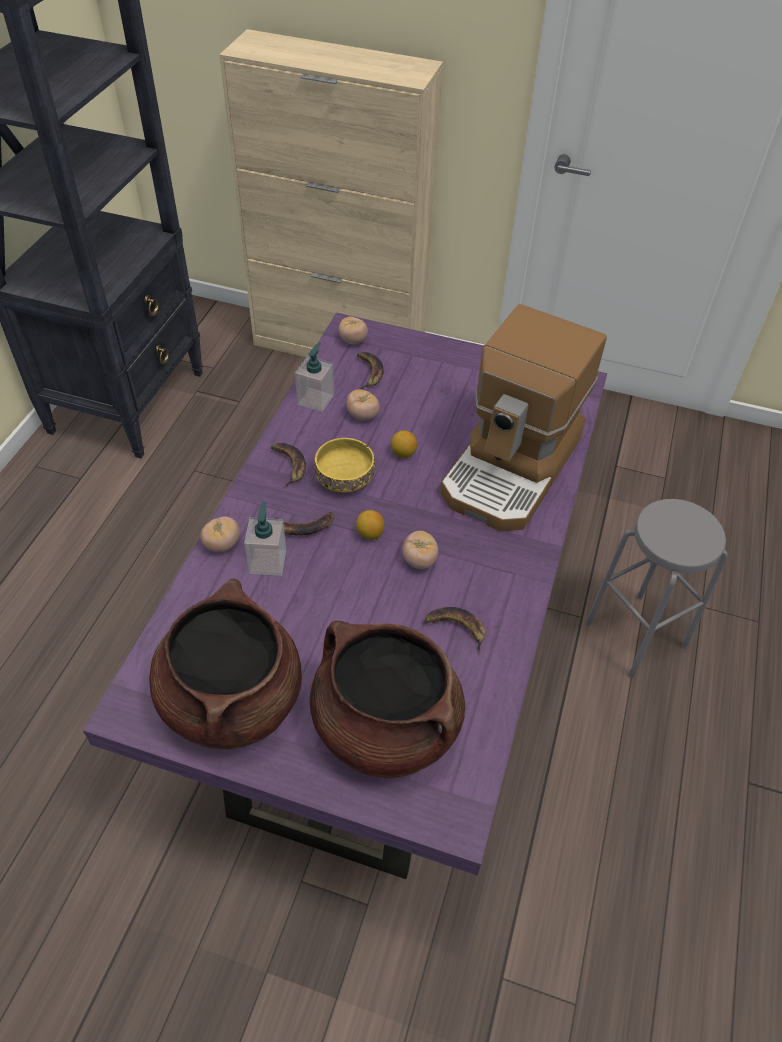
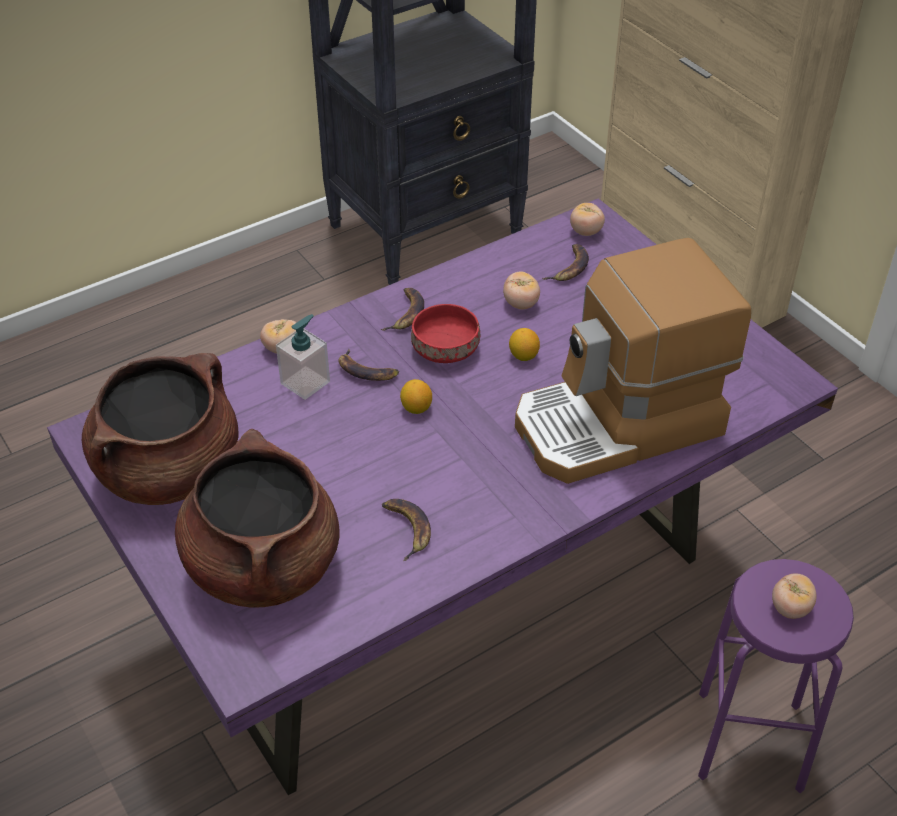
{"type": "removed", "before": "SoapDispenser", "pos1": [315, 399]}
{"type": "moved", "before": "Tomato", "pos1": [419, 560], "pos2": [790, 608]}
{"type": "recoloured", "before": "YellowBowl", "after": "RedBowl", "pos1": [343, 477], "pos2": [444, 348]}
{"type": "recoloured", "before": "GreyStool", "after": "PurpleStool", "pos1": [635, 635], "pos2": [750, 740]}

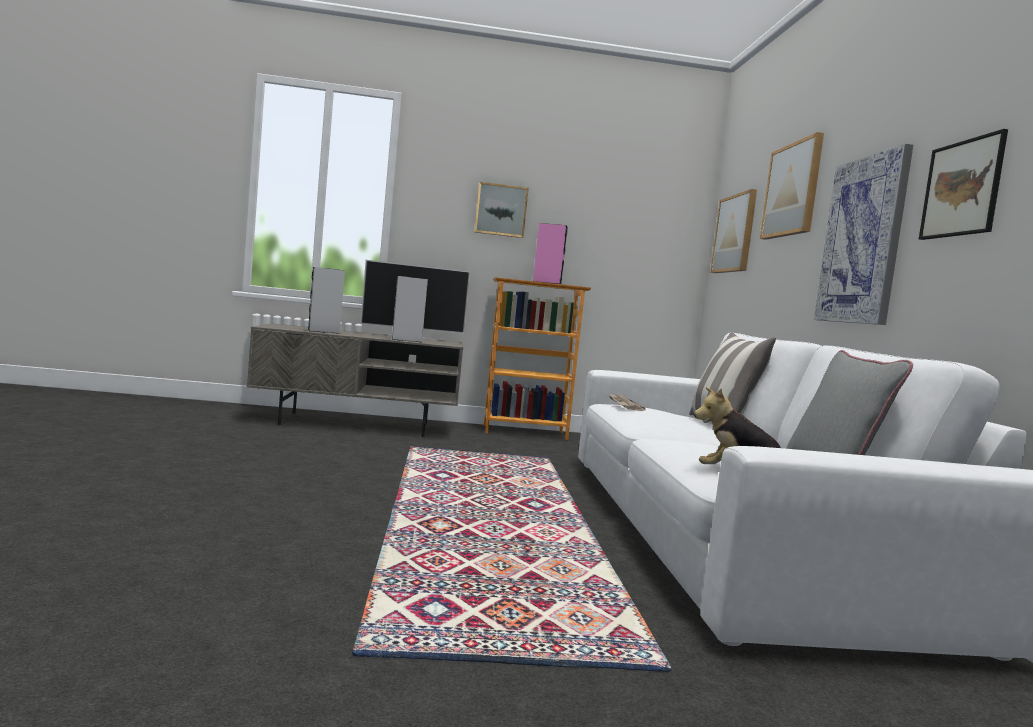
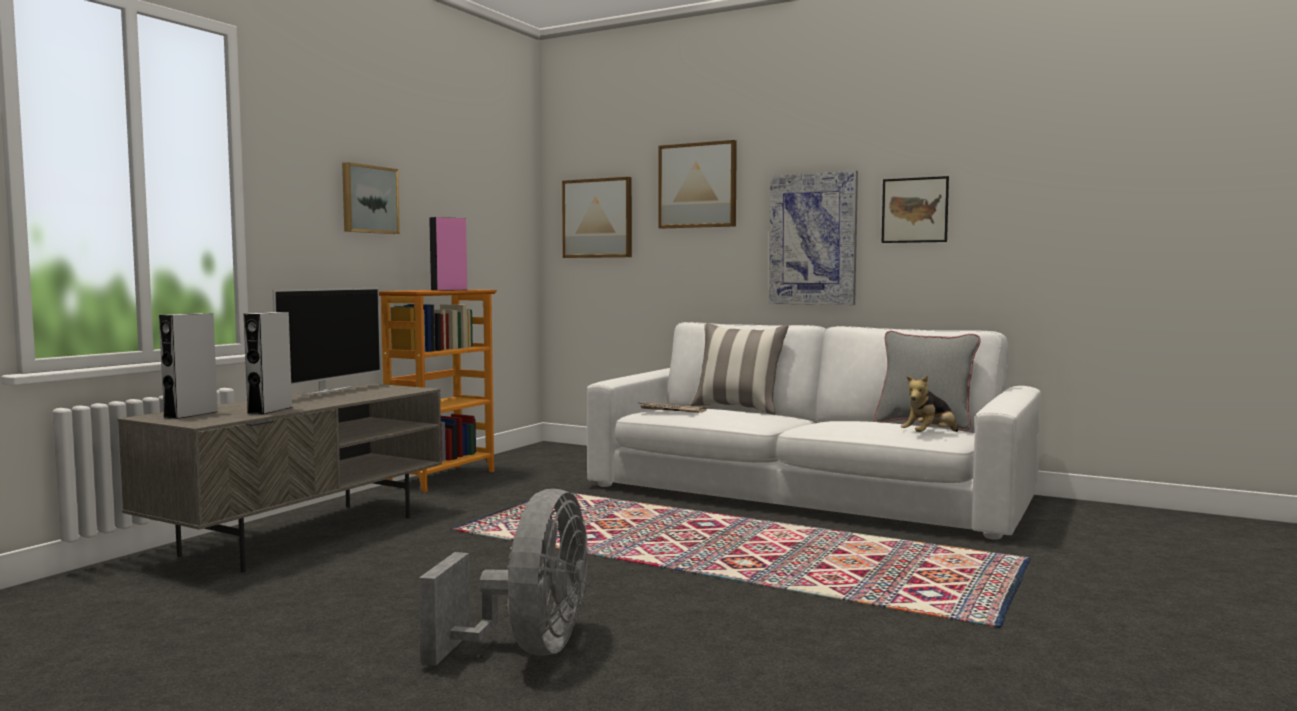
{"type": "added", "after": "GreyFan", "pos2": [528, 649]}
{"type": "moved", "before": "GreySpeaker", "pos1": [407, 340], "pos2": [191, 414]}

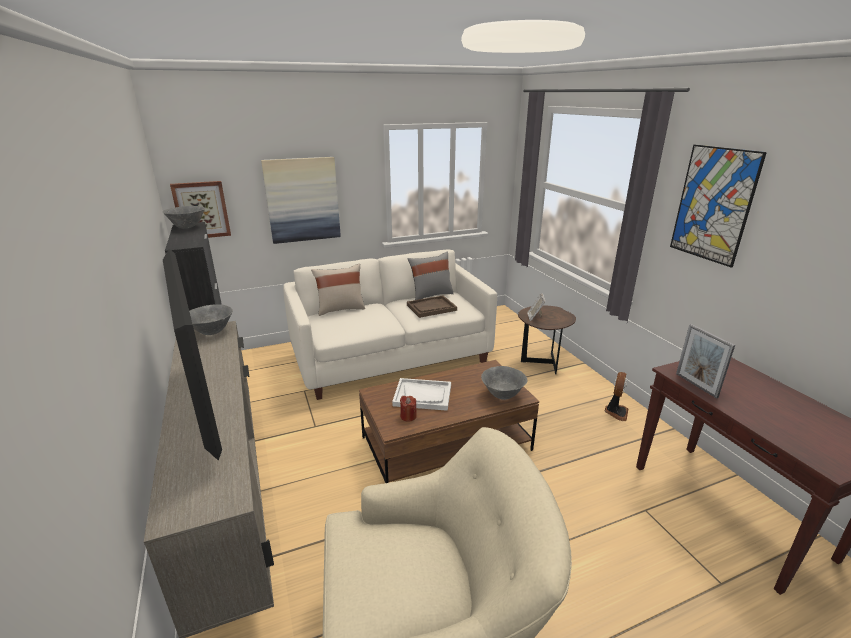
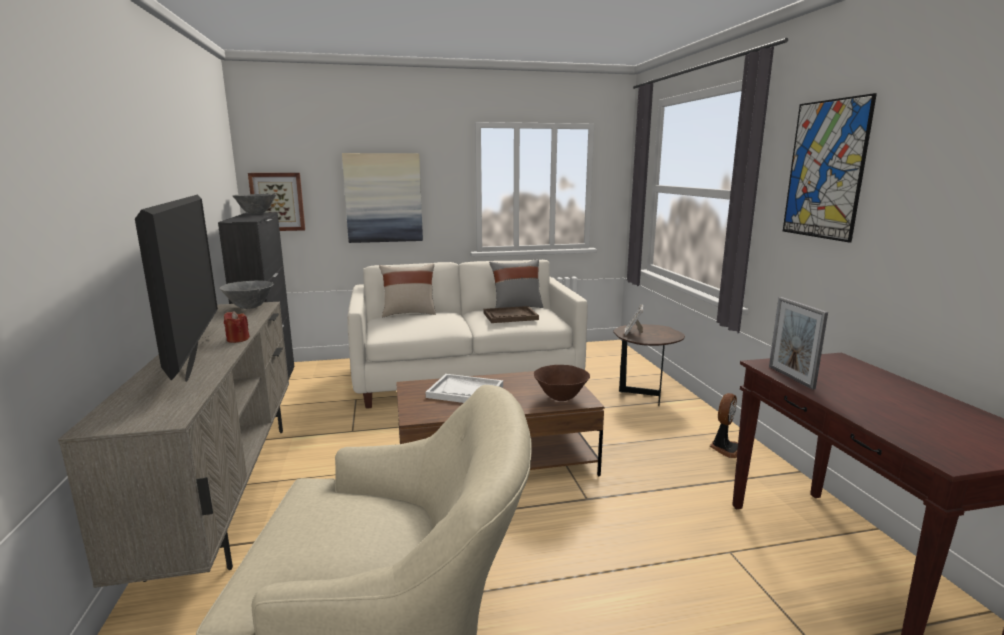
{"type": "moved", "before": "RedCandle", "pos1": [408, 416], "pos2": [237, 339]}
{"type": "recoloured", "before": "GreyBowl", "after": "BrownBowl", "pos1": [502, 395], "pos2": [561, 398]}

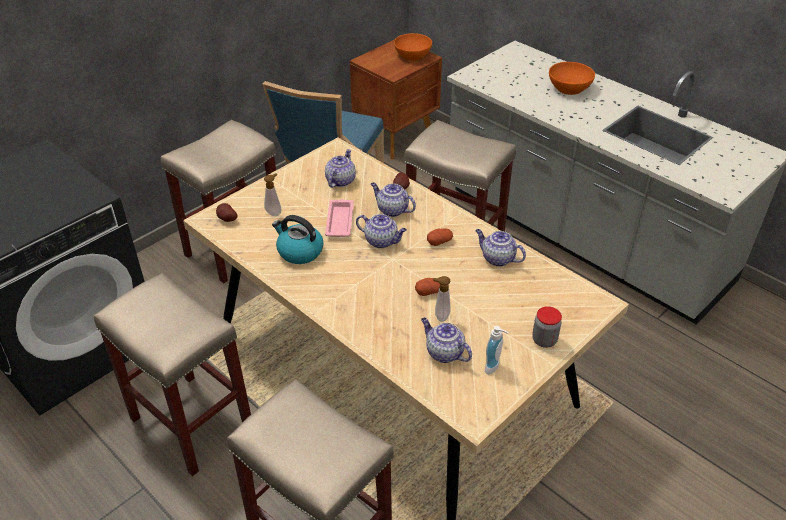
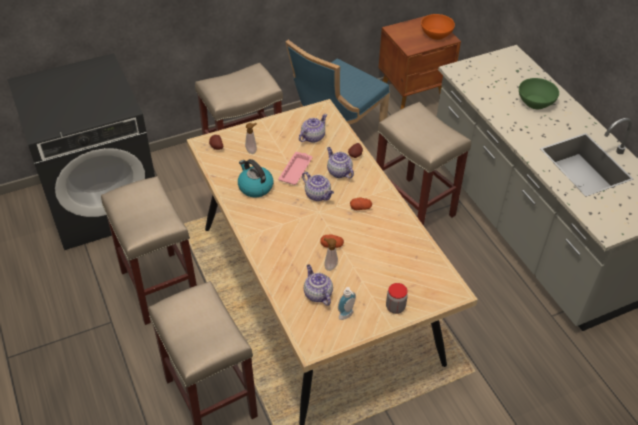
{"type": "removed", "before": "Teapot", "pos1": [497, 258]}
{"type": "recoloured", "before": "OrangeBowl", "after": "GreenBowl", "pos1": [569, 88], "pos2": [535, 102]}

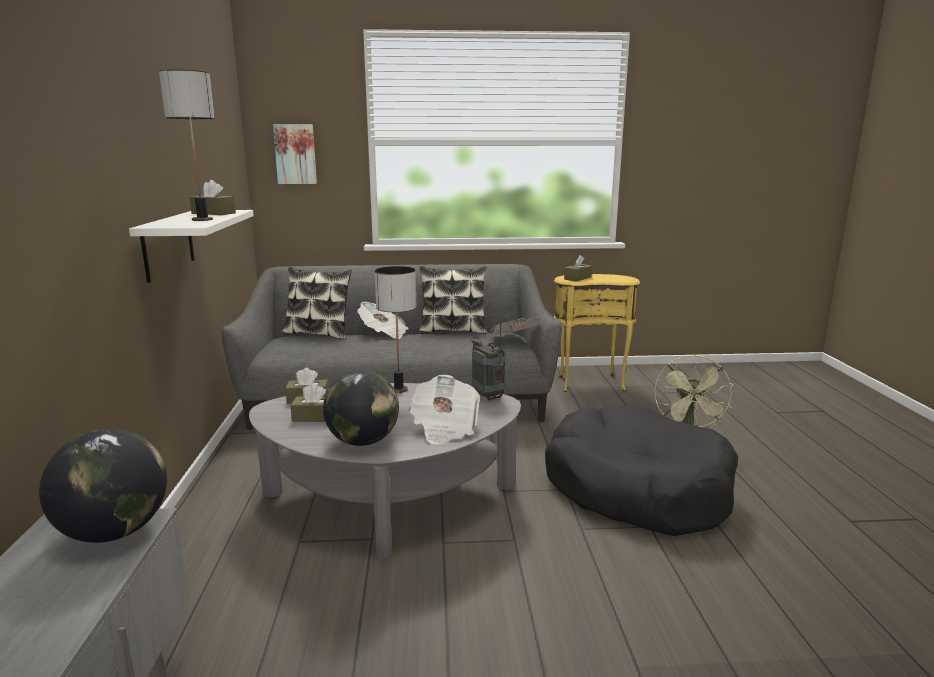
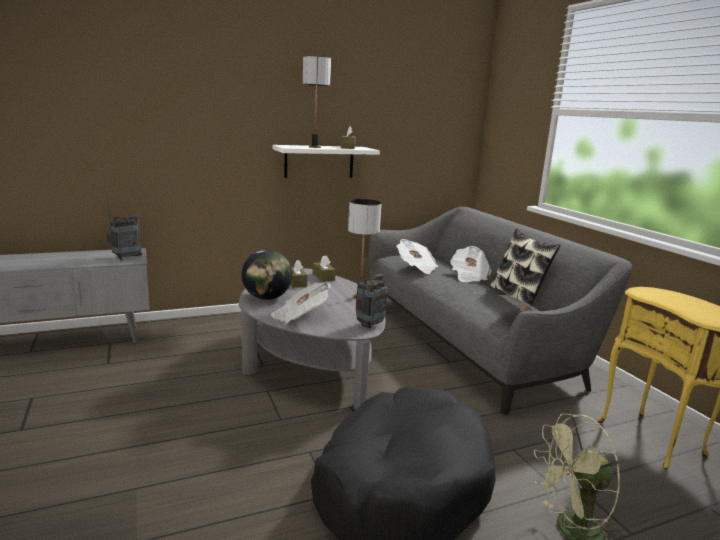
{"type": "removed", "before": "Picture", "pos1": [295, 154]}
{"type": "removed", "before": "Pillow", "pos1": [318, 334]}
{"type": "removed", "before": "BrownTissueBox", "pos1": [577, 278]}
{"type": "added", "after": "Newspaper", "pos2": [416, 267]}
{"type": "replaced", "before": "Globe", "after": "Radio", "pos1": [115, 532], "pos2": [126, 258]}

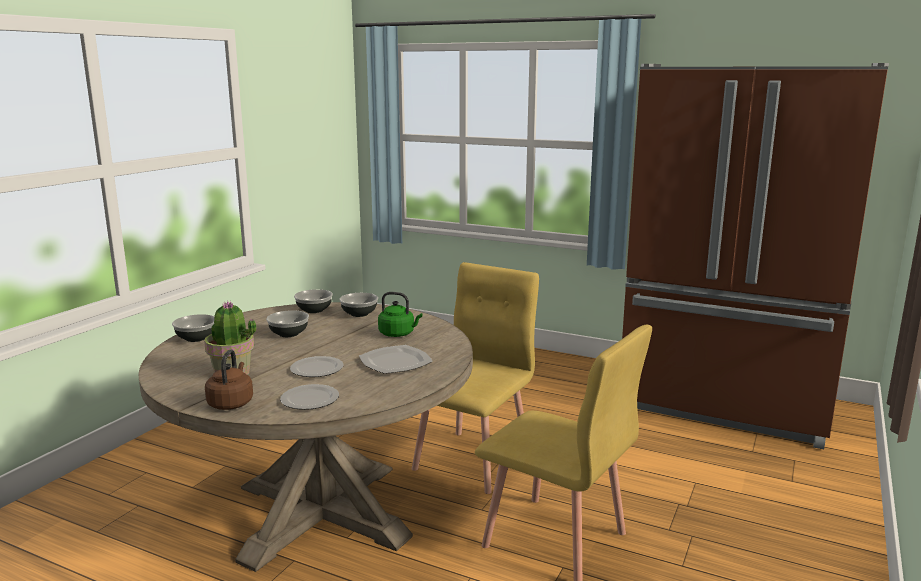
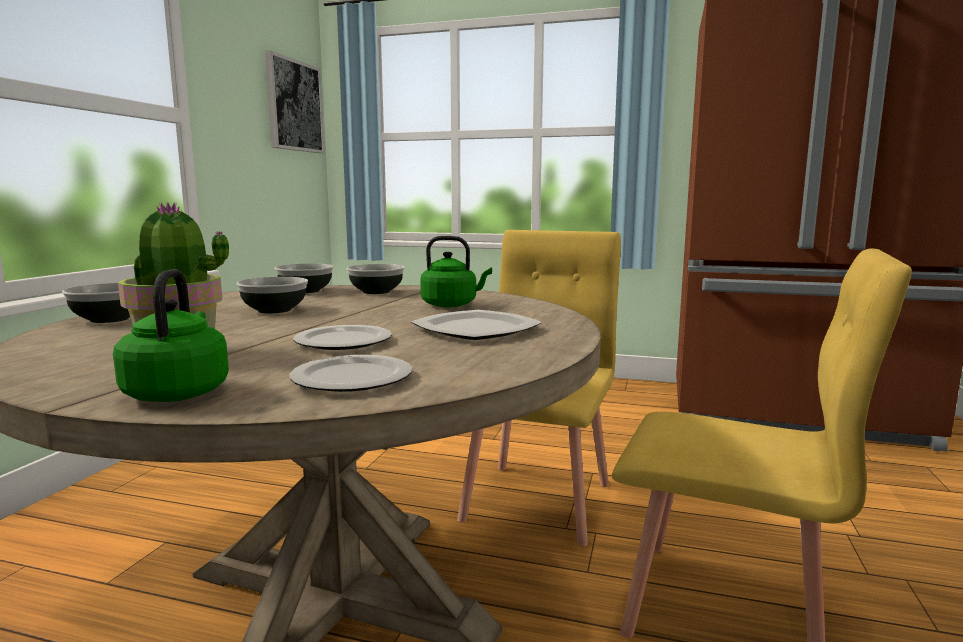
{"type": "added", "after": "Picture", "pos2": [294, 106]}
{"type": "recoloured", "before": "BrownKettle", "after": "GreenKettle", "pos1": [231, 403], "pos2": [179, 392]}

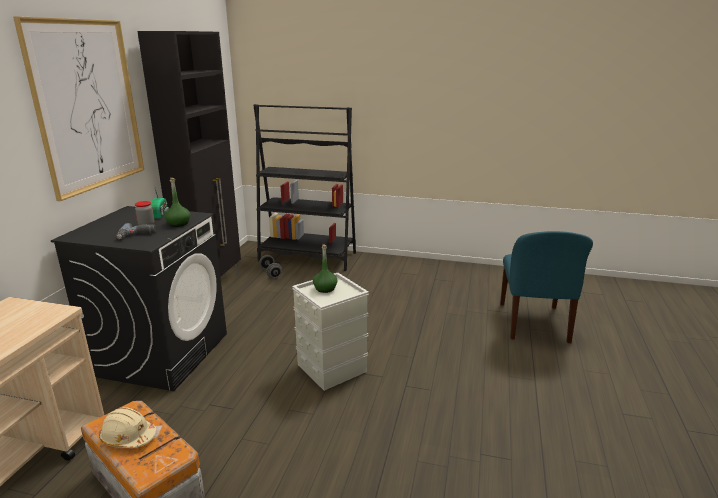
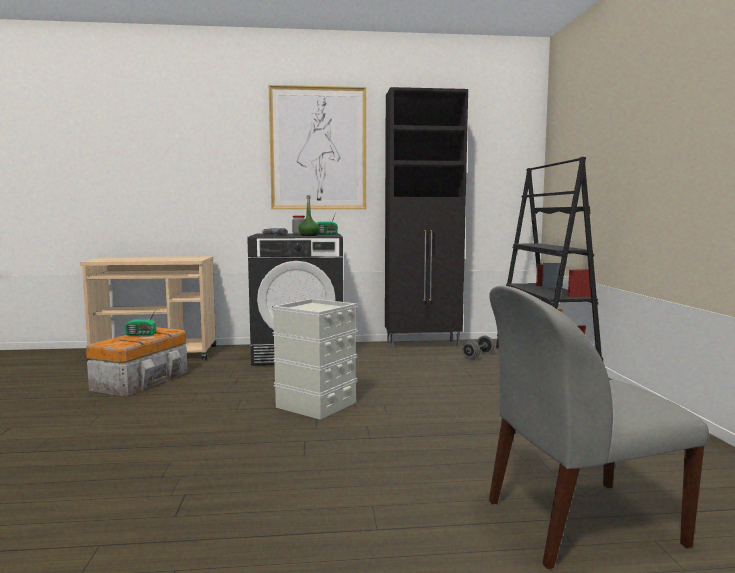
{"type": "removed", "before": "GreenBottle", "pos1": [325, 288]}
{"type": "replaced", "before": "BeigeHardHat", "after": "Radio", "pos1": [128, 437], "pos2": [141, 334]}
{"type": "recoloured", "before": "BlueChair", "after": "GreyChair", "pos1": [534, 324], "pos2": [578, 523]}

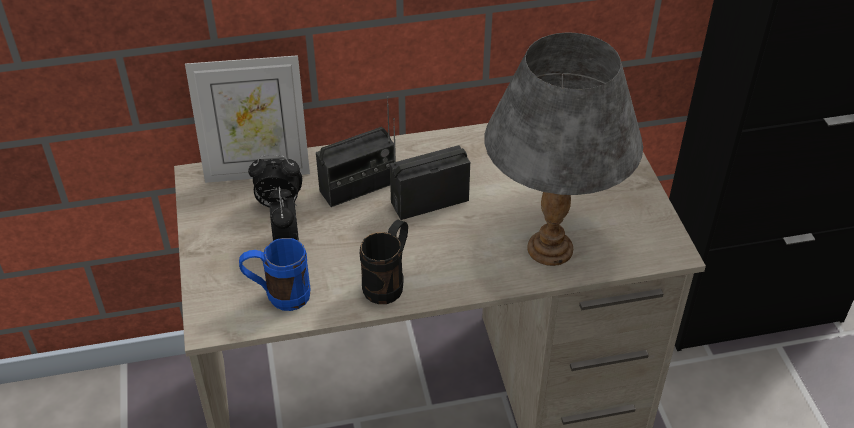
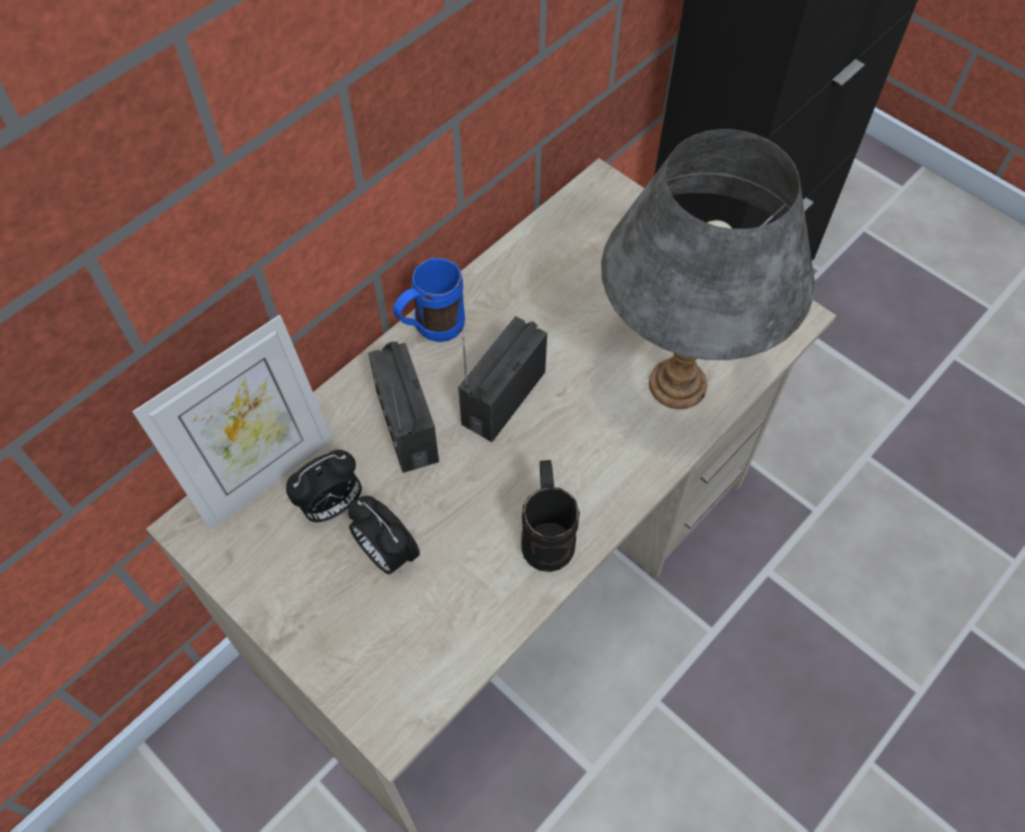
{"type": "moved", "before": "BlueMug", "pos1": [278, 297], "pos2": [430, 330]}
{"type": "turned", "before": "Radio", "pos1": [358, 187], "pos2": [406, 426], "turn": 135}

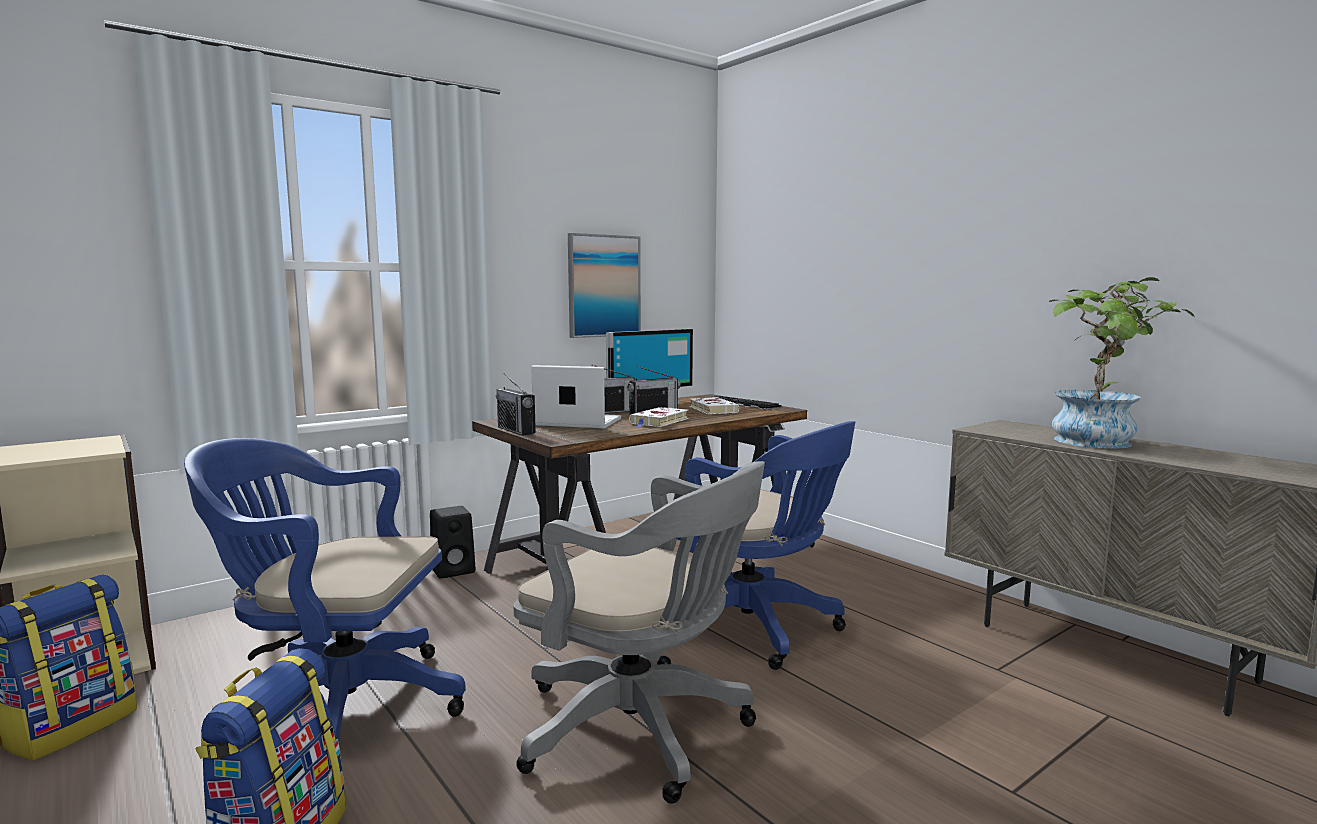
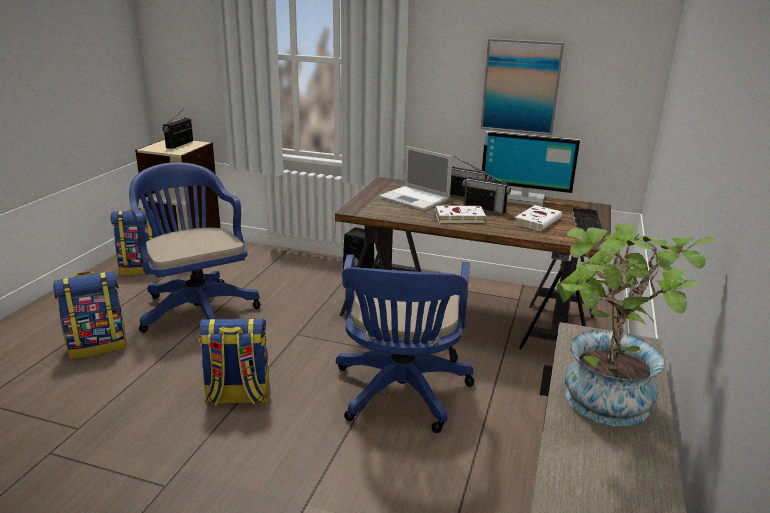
{"type": "moved", "before": "Radio", "pos1": [516, 430], "pos2": [180, 144]}
{"type": "replaced", "before": "GreyOfficeChair", "after": "Backpack", "pos1": [643, 731], "pos2": [237, 396]}
{"type": "turned", "before": "Laptop", "pos1": [576, 422], "pos2": [415, 199], "turn": 150}

